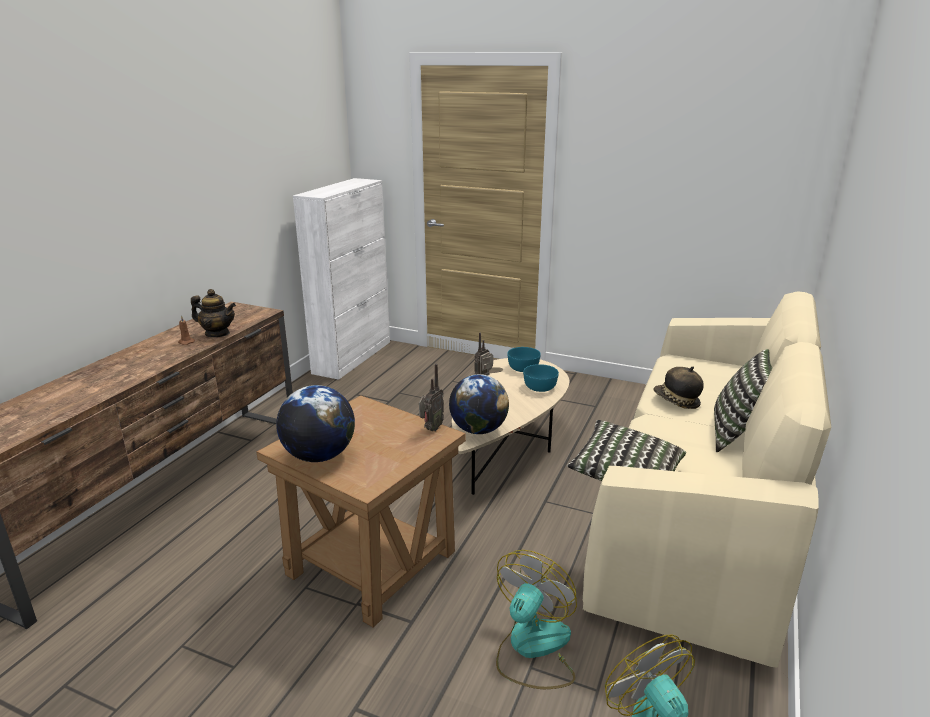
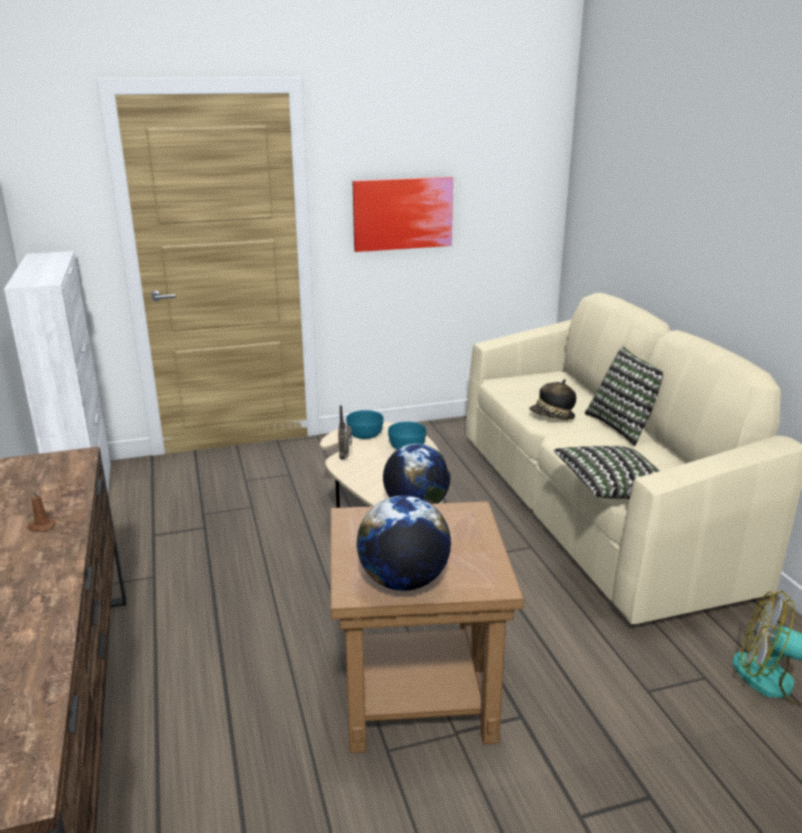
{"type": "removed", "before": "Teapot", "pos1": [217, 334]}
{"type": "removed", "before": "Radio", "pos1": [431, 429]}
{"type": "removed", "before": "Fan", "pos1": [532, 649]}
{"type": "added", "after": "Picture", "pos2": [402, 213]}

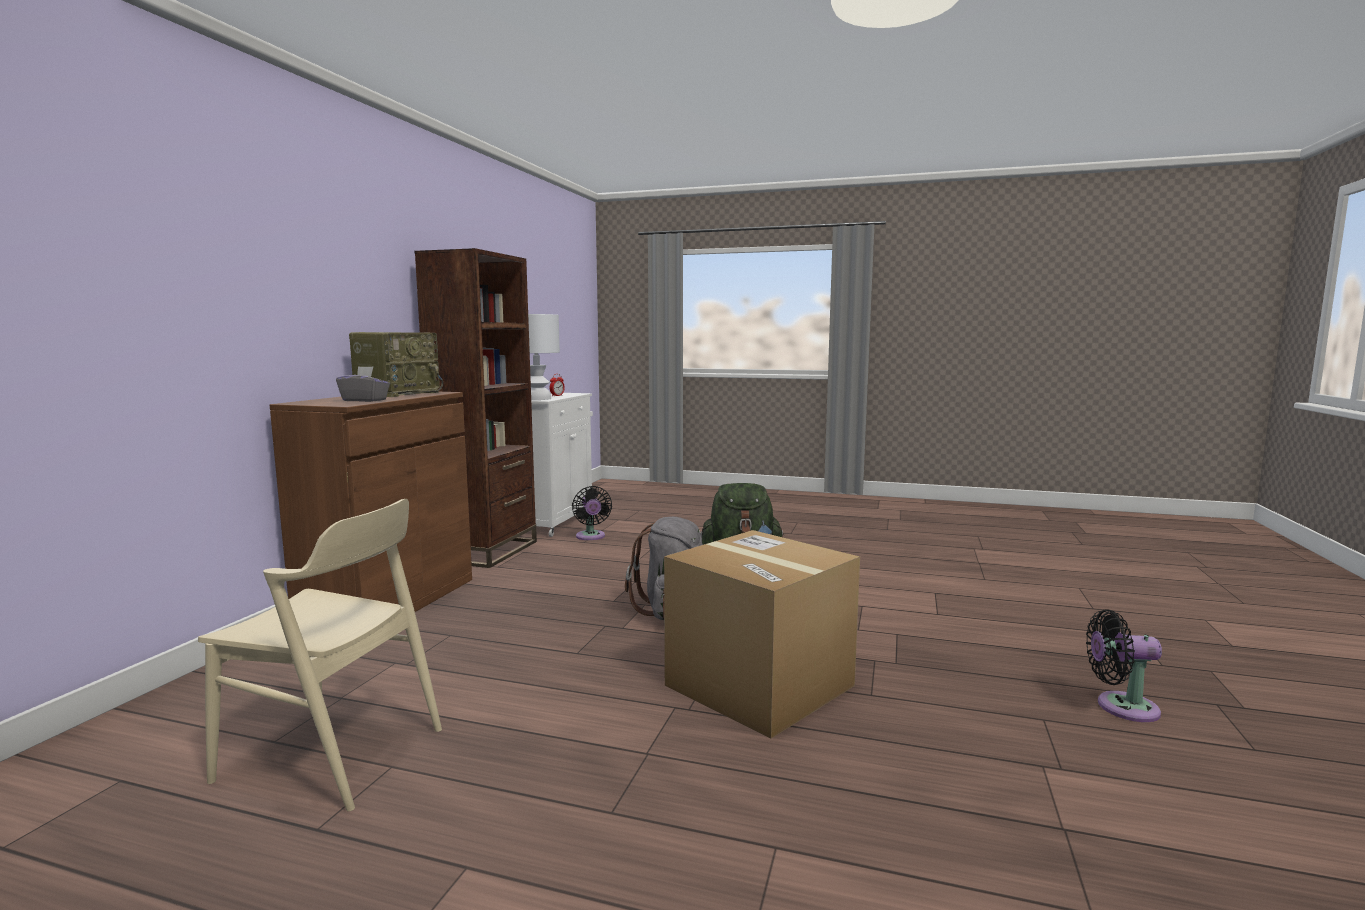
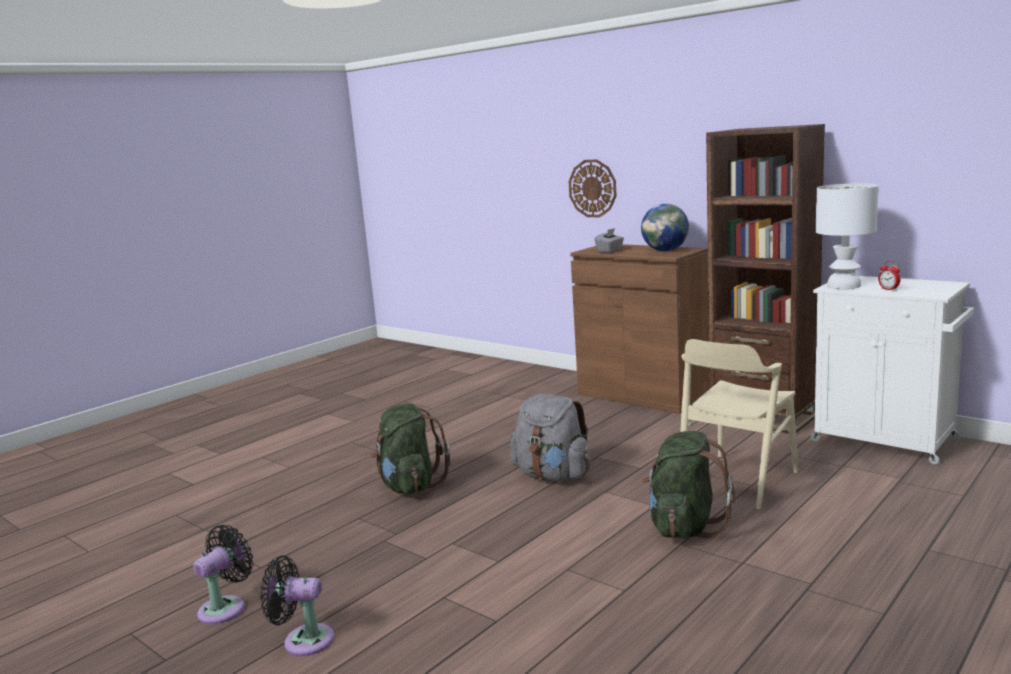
{"type": "added", "after": "WallClock", "pos2": [592, 188]}
{"type": "moved", "before": "BeigeChair", "pos1": [333, 754], "pos2": [738, 480]}
{"type": "moved", "before": "BlackFan", "pos1": [591, 537], "pos2": [303, 640]}
{"type": "replaced", "before": "Radio", "after": "Globe", "pos1": [398, 393], "pos2": [665, 250]}
{"type": "replaced", "before": "CardboardBox", "after": "GreenBackpack", "pos1": [759, 685], "pos2": [409, 486]}

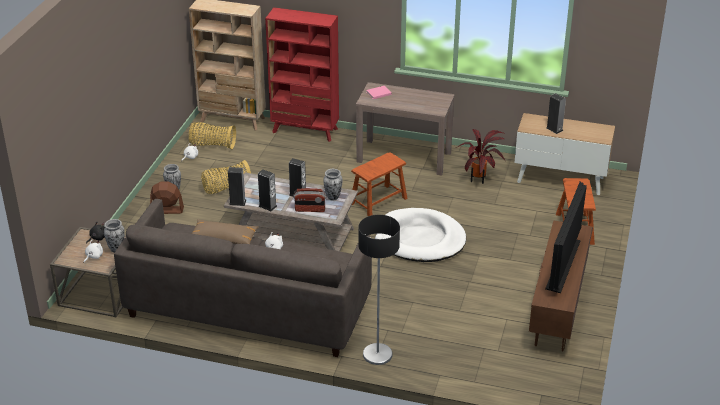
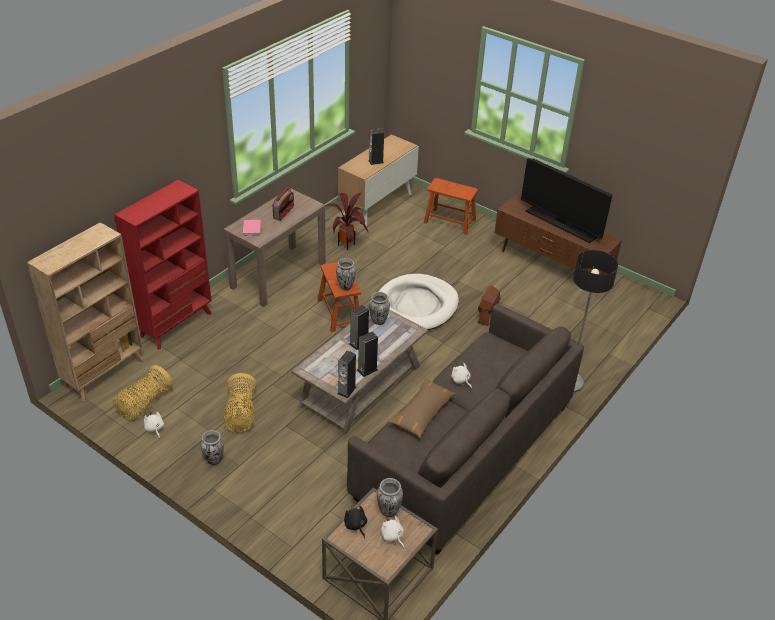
{"type": "added", "after": "Vase", "pos2": [345, 287]}
{"type": "moved", "before": "BrownFan", "pos1": [166, 210], "pos2": [487, 315]}
{"type": "moved", "before": "Radio", "pos1": [310, 209], "pos2": [284, 213]}

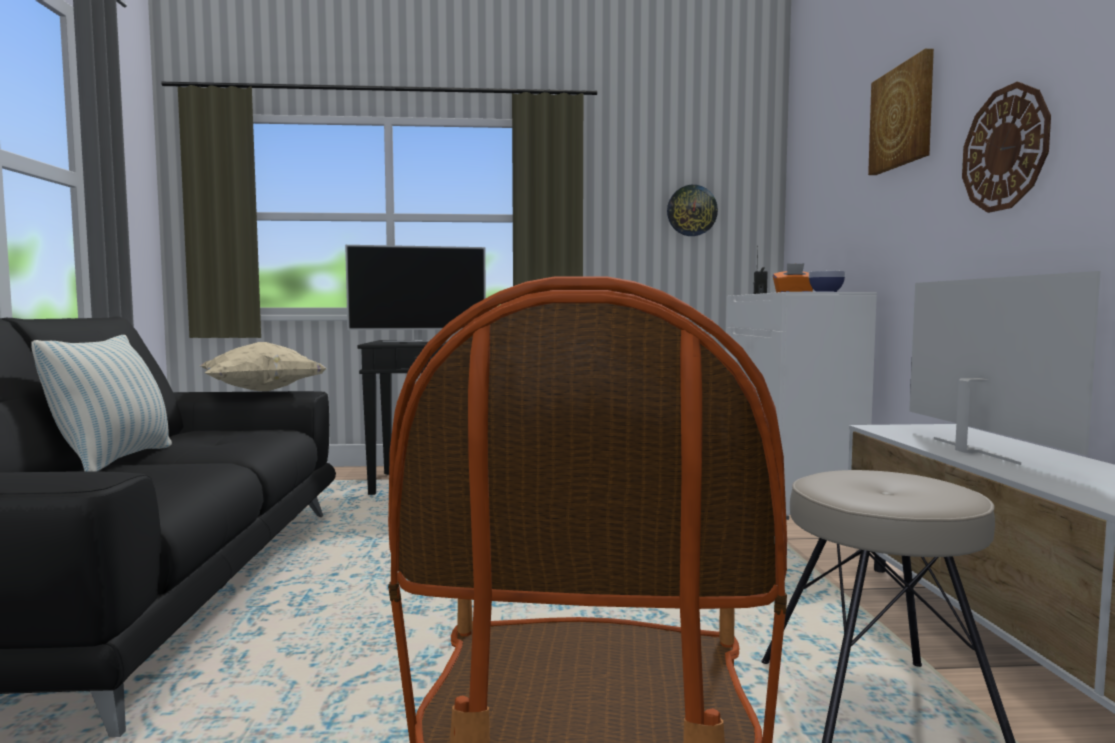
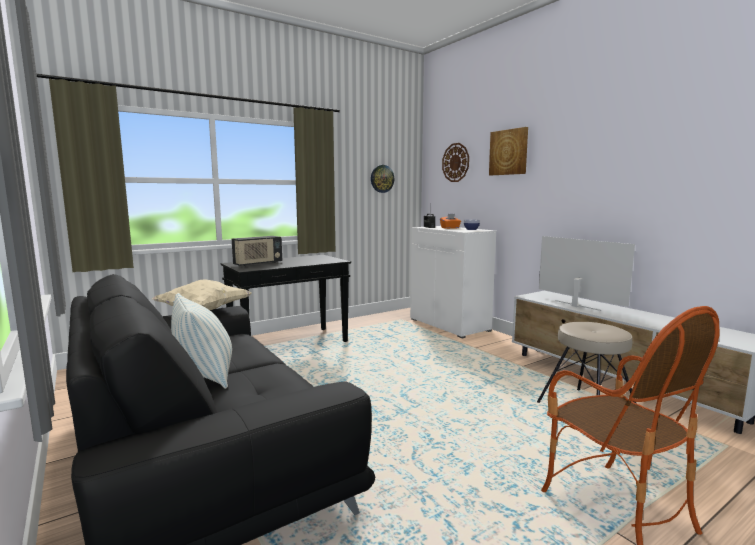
{"type": "moved", "before": "WallClock", "pos1": [1005, 149], "pos2": [455, 162]}
{"type": "replaced", "before": "Television", "after": "Radio", "pos1": [418, 341], "pos2": [258, 264]}

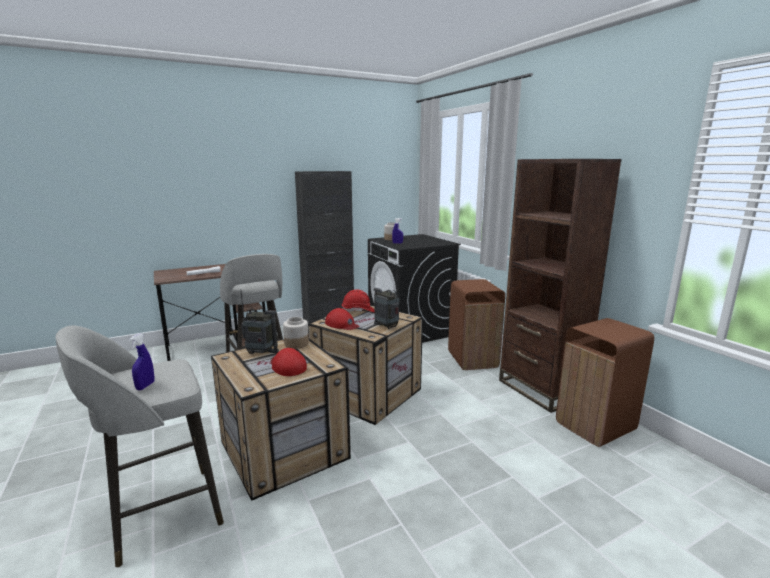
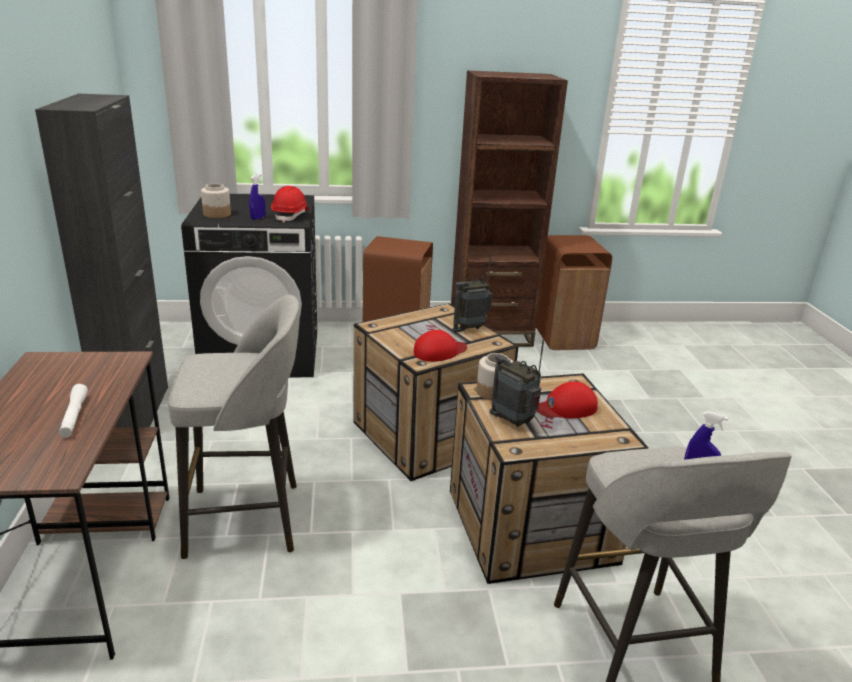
{"type": "moved", "before": "RedHardHat", "pos1": [358, 311], "pos2": [291, 216]}
{"type": "turned", "before": "Radio", "pos1": [260, 353], "pos2": [513, 421], "turn": -75}

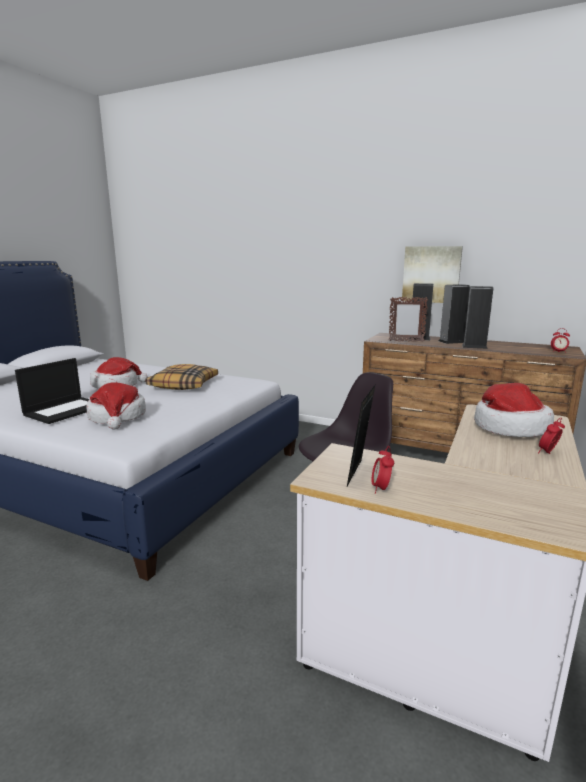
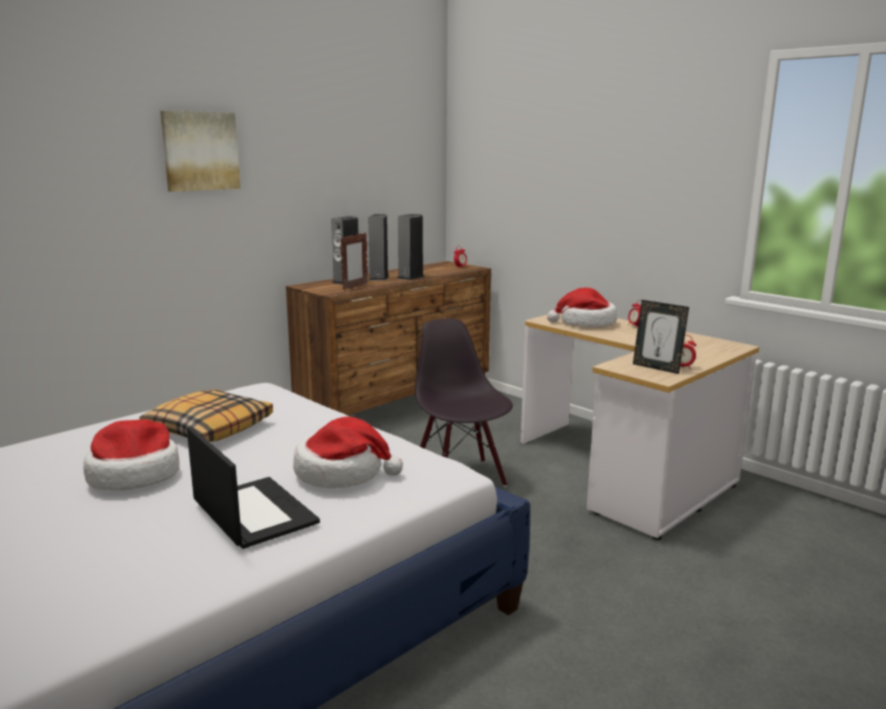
{"type": "moved", "before": "Picture", "pos1": [431, 274], "pos2": [200, 151]}

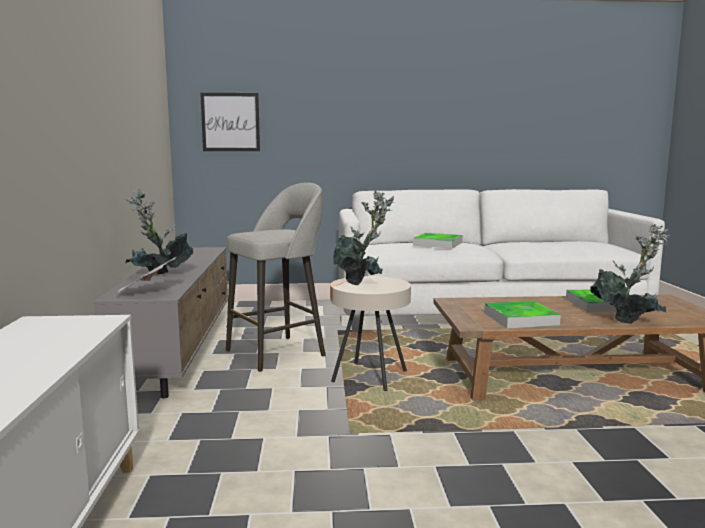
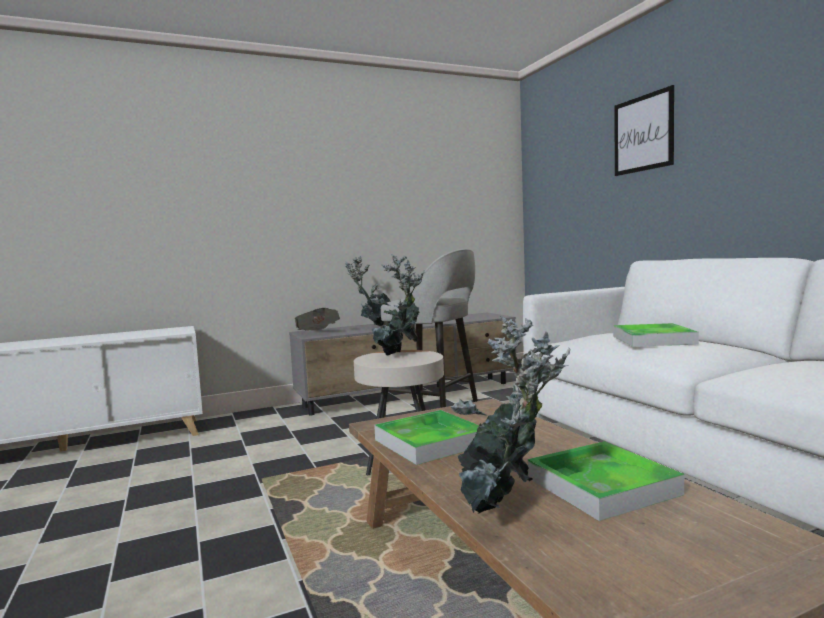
{"type": "moved", "before": "Picture", "pos1": [230, 122], "pos2": [643, 133]}

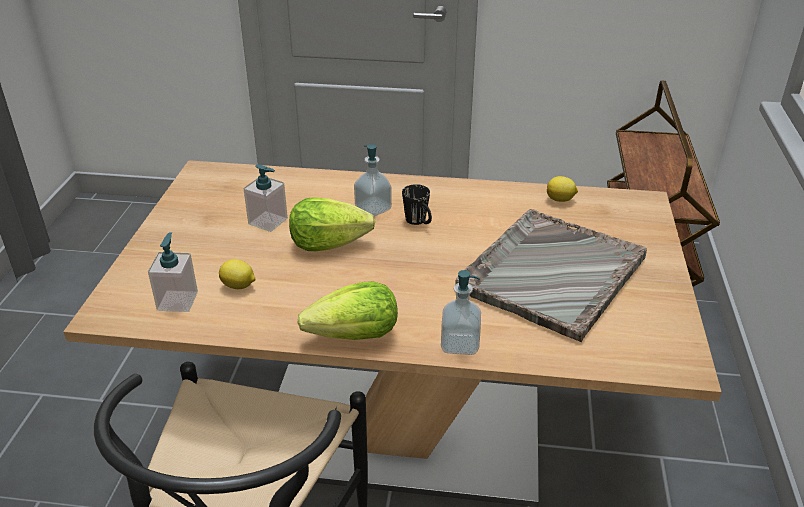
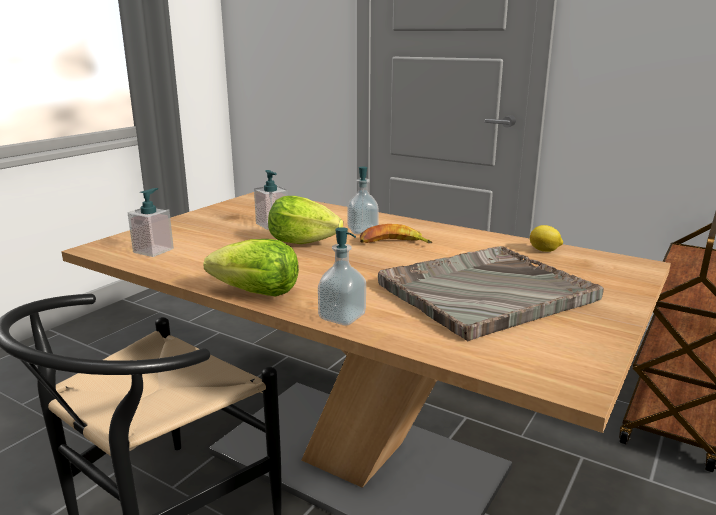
{"type": "removed", "before": "Lemon", "pos1": [239, 286]}
{"type": "replaced", "before": "BlackMug", "after": "Banana", "pos1": [419, 222], "pos2": [393, 243]}

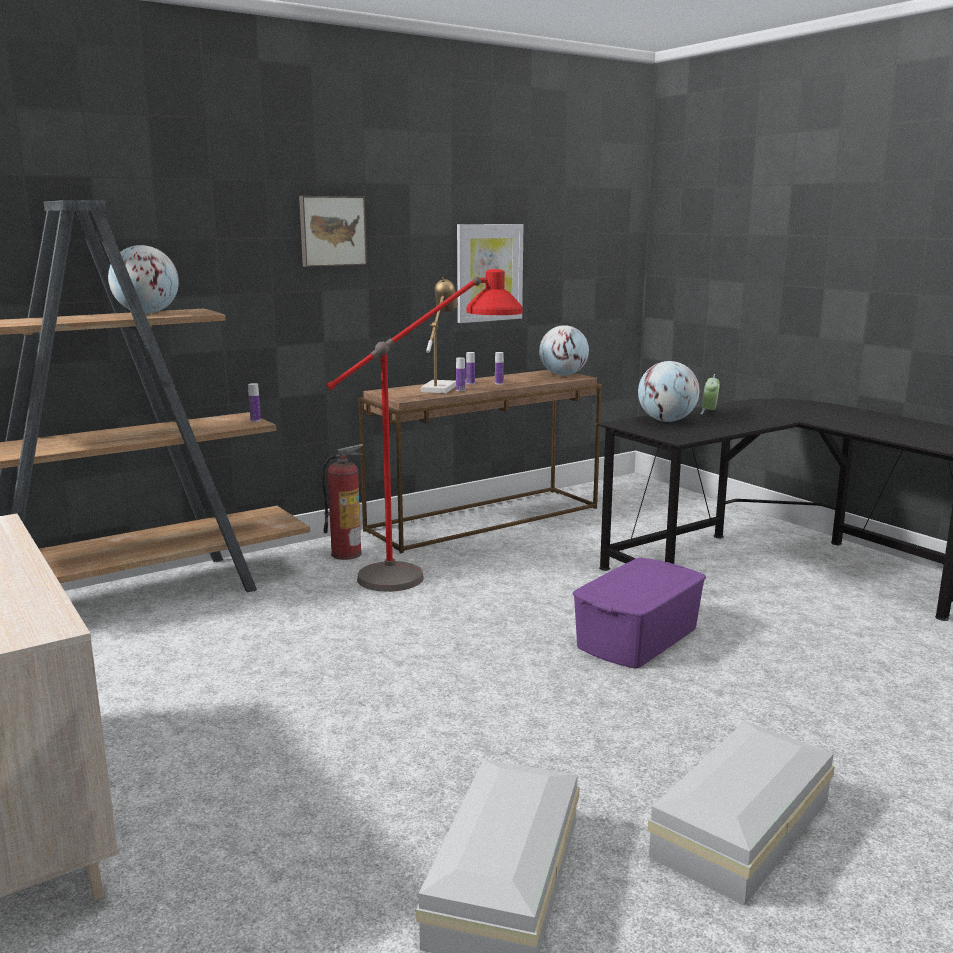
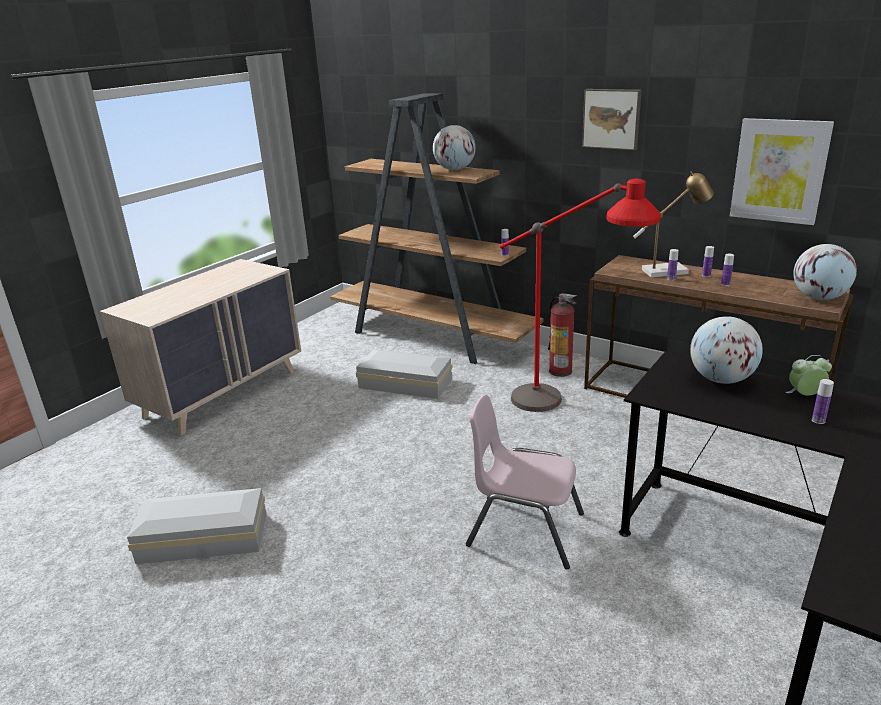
{"type": "added", "after": "Bottle", "pos2": [818, 420]}
{"type": "moved", "before": "WhiteStorageBox", "pos1": [738, 828], "pos2": [404, 383]}
{"type": "replaced", "before": "PurpleStorageBox", "after": "PinkChair", "pos1": [636, 637], "pos2": [525, 530]}

